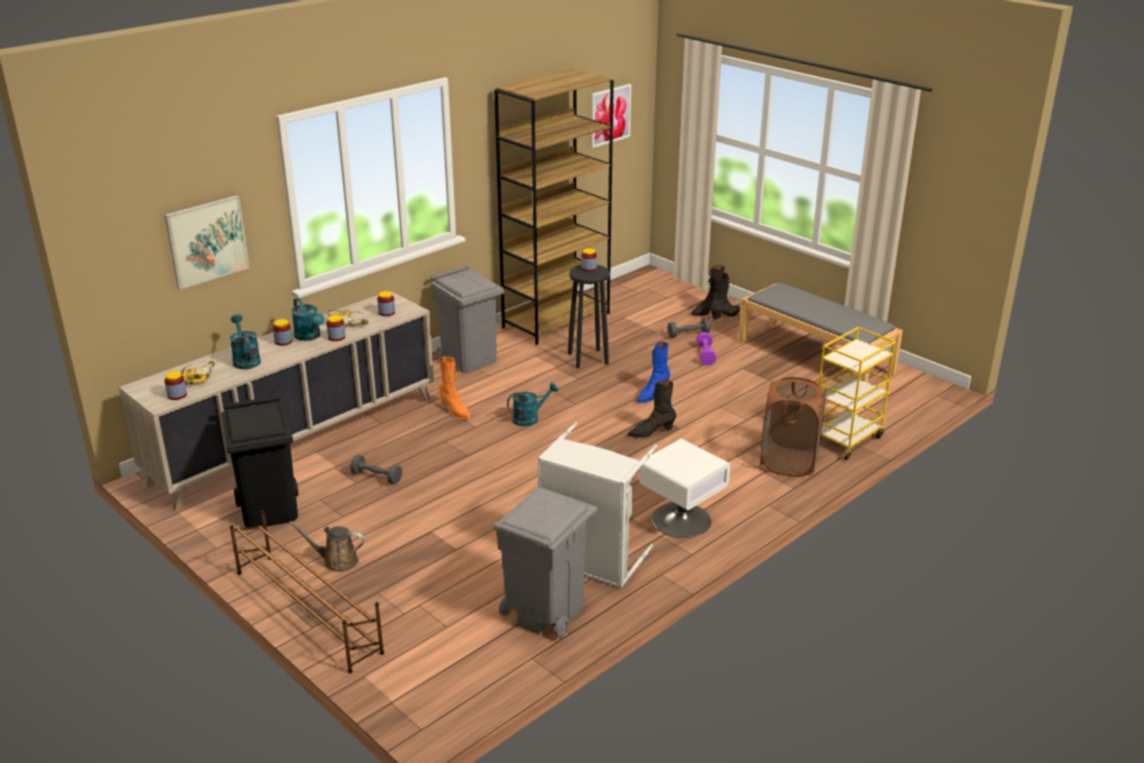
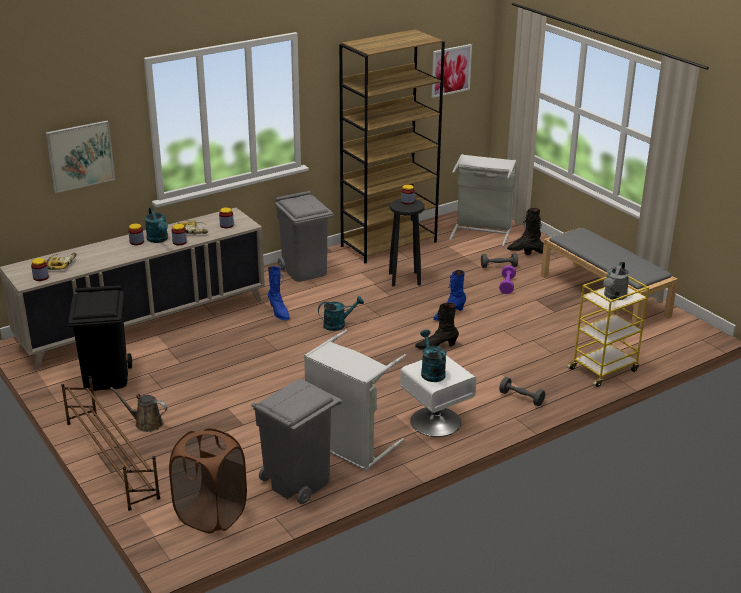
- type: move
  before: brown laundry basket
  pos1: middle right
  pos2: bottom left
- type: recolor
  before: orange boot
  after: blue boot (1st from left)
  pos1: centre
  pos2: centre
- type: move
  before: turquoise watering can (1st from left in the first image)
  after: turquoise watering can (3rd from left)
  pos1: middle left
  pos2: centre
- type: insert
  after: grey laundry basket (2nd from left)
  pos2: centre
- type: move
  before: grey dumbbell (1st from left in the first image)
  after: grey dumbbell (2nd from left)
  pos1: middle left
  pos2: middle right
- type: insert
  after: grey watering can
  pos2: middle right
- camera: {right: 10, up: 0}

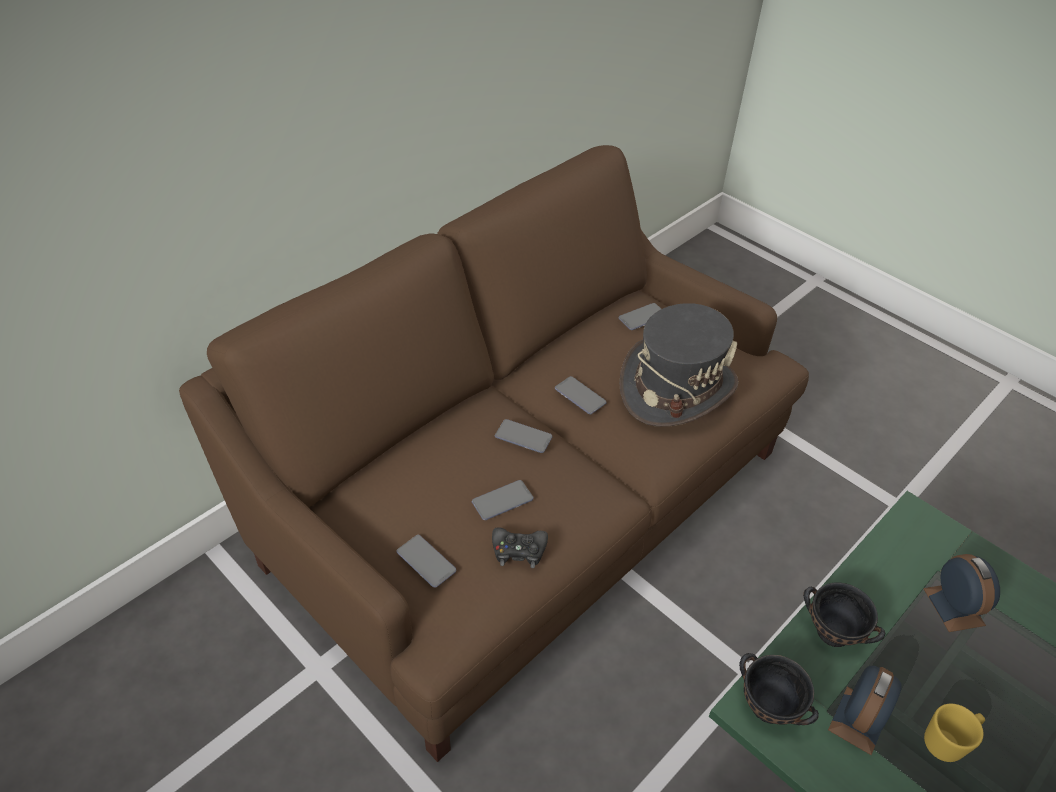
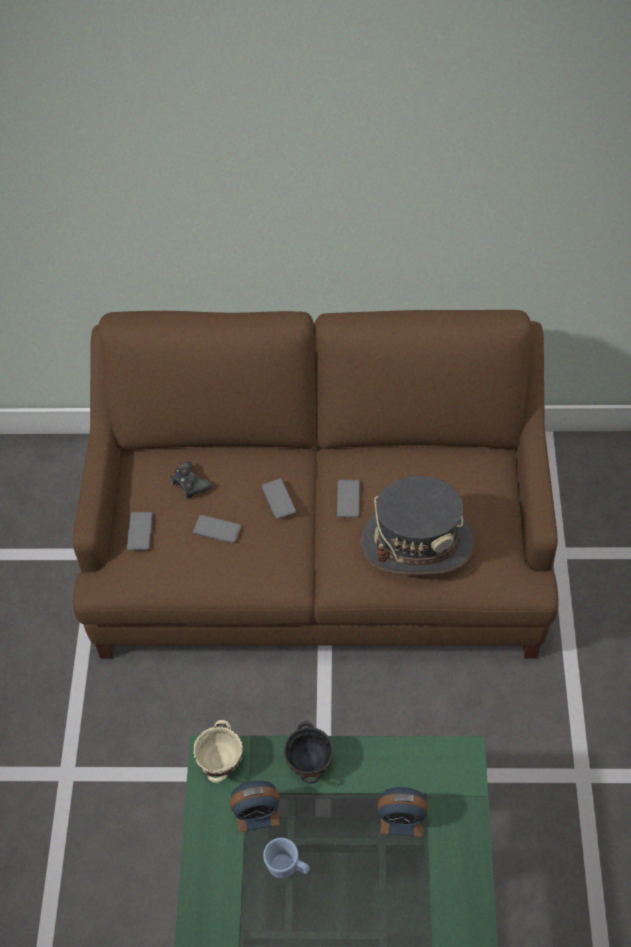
- type: move
  before: black game controller
  pos1: bottom centre
  pos2: middle left
- type: recolor
  before: black bowl (1st from left)
  after: beige bowl
  pos1: bottom right
  pos2: bottom centre
- type: recolor
  before: yellow mug
  after: blue mug
  pos1: bottom right
  pos2: bottom centre
- type: rotate
  before: alarm clock (2nd from left)
  pos1: bottom right
  pos2: bottom centre
  turn: 60
- type: delete
  before: phone (5th from left)
  pos1: centre
- camera: {right: 50, up: 10}

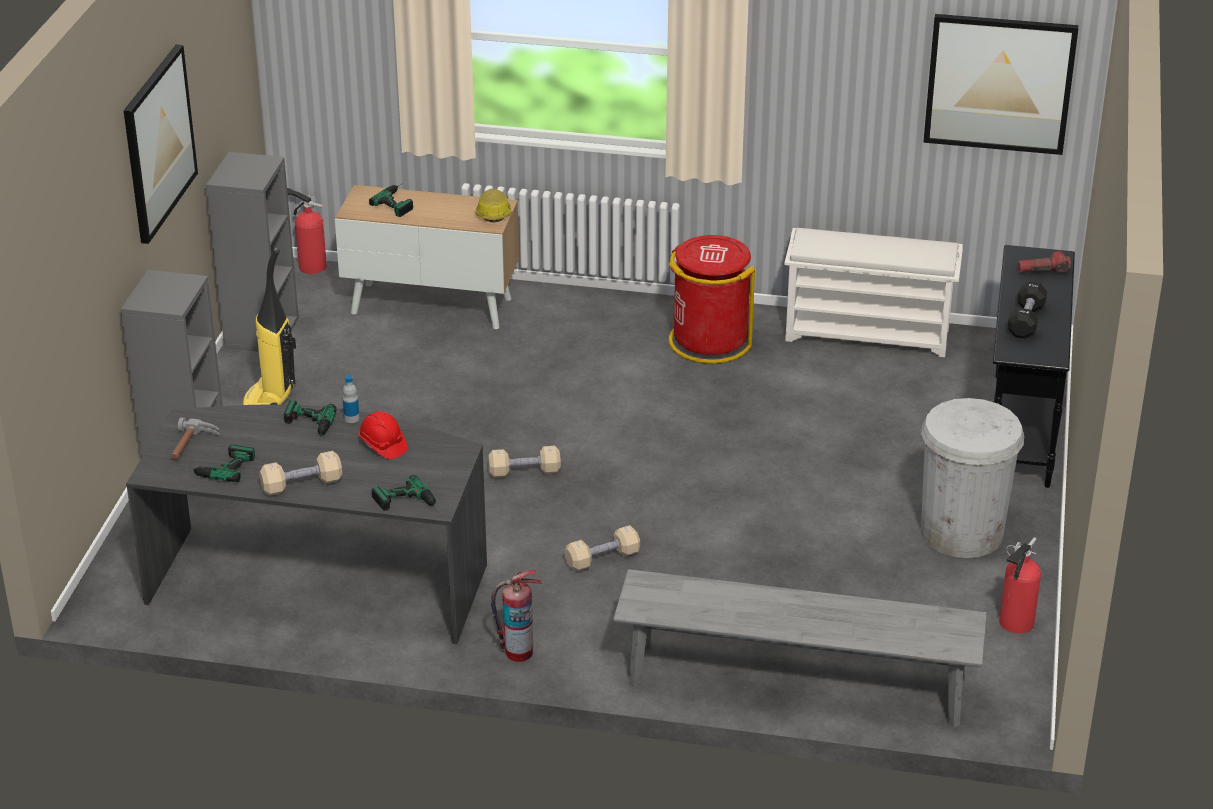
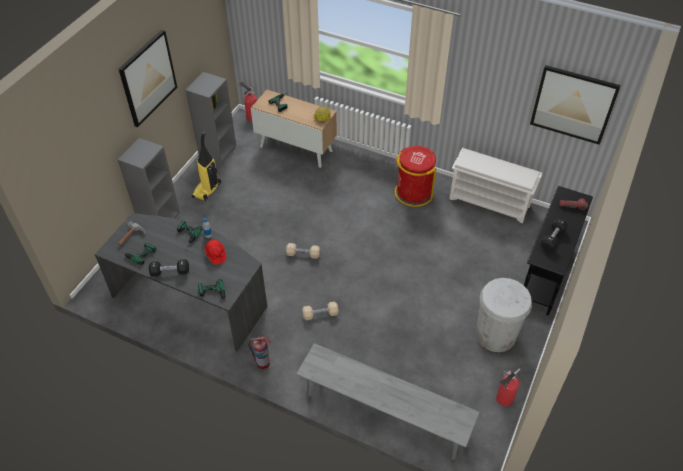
- type: recolor
  before: beige dumbbell (1st from left)
  after: black dumbbell (1st from left)
  pos1: middle left
  pos2: middle left
- camera: {right: 15, up: 15}

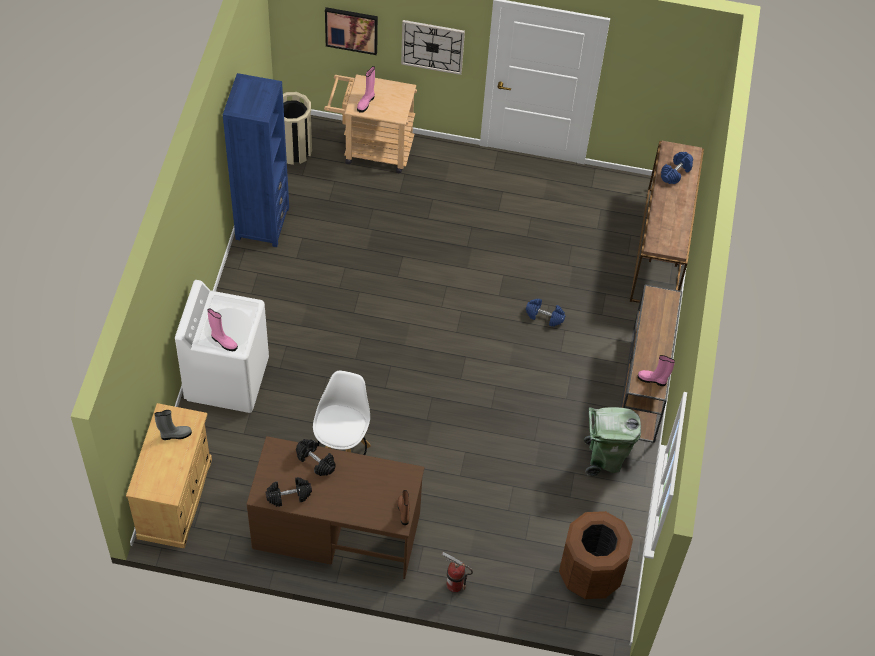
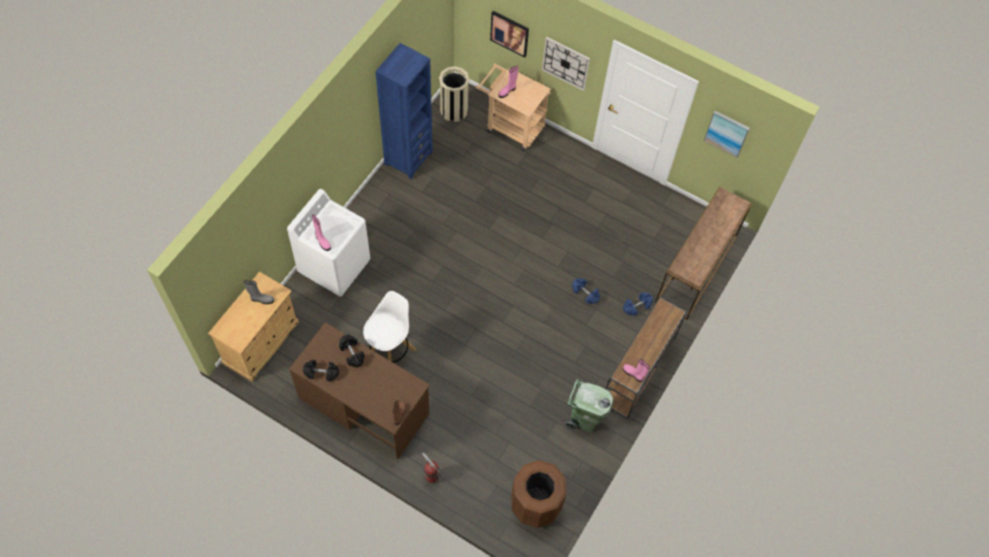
- type: move
  before: blue dumbbell (2nd from left)
  pos1: top right
  pos2: centre
- type: insert
  after: picture (2nd from left)
  pos2: top right
- camera: {right: 20, up: 5}

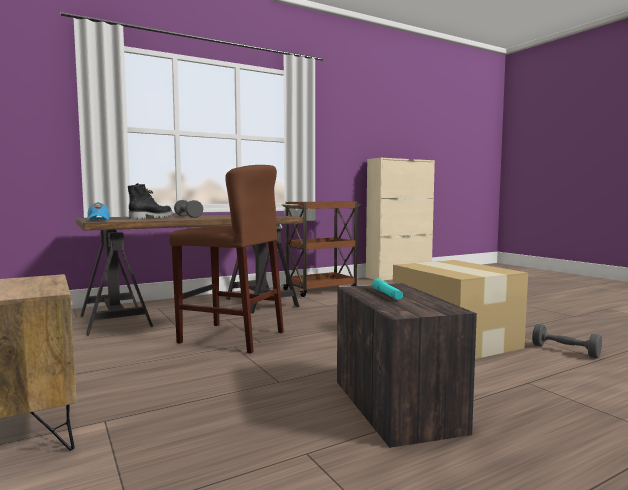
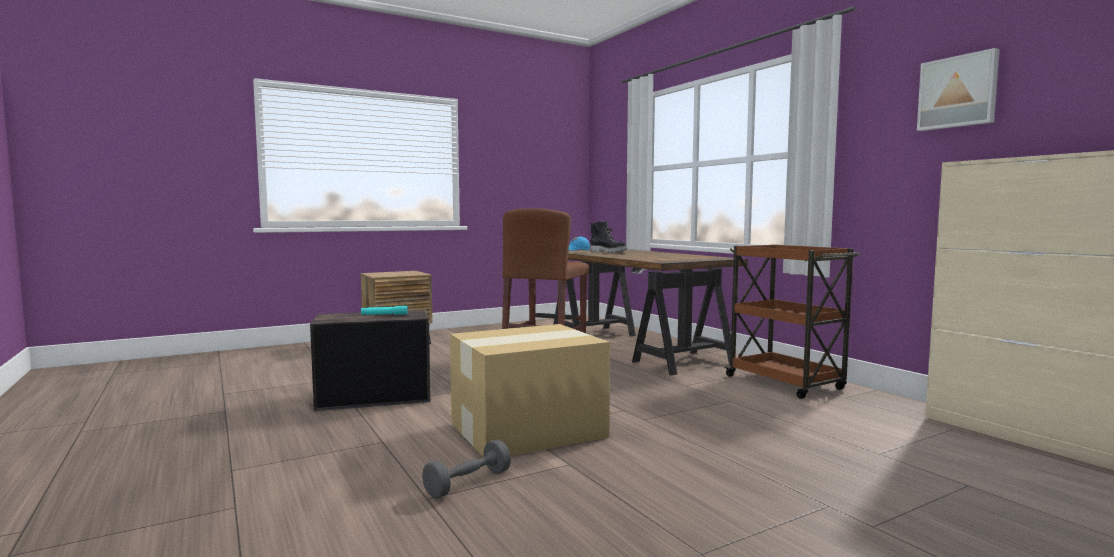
- type: insert
  after: picture
  pos2: top right
- type: delete
  before: grey dumbbell (1st from left)
  pos1: middle left
- camera: {right: 90, up: 0}

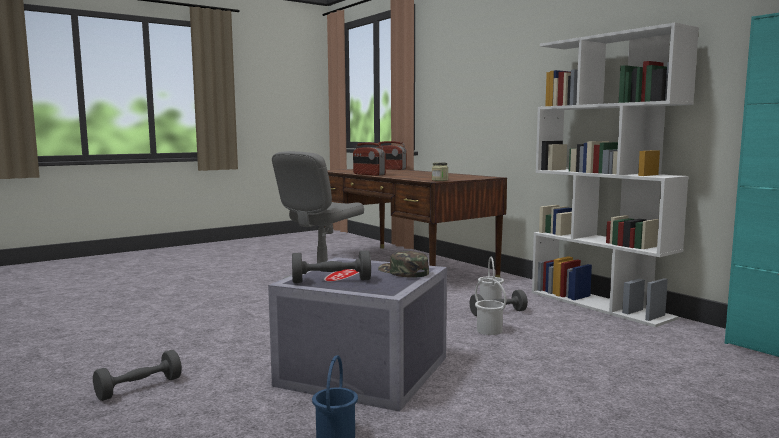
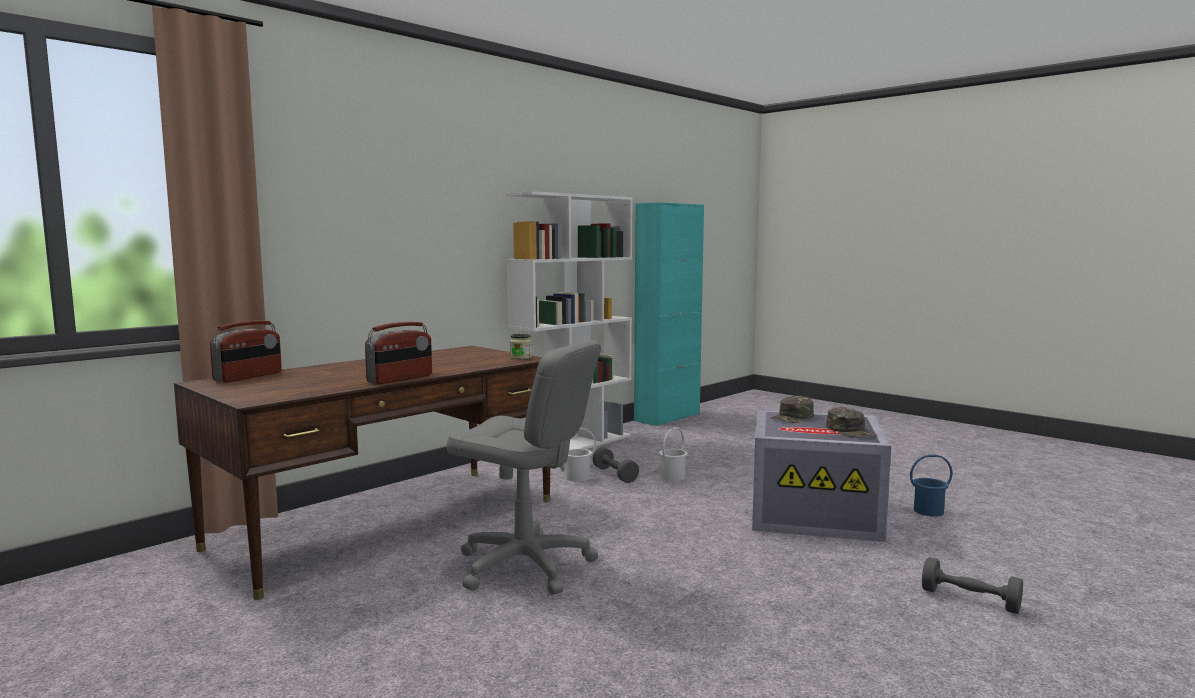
- type: replace
  before: grey dumbbell (2nd from left)
  after: green cap (2nd from left)
  pos1: centre
  pos2: middle right
- camera: {right: -100, up: 0}

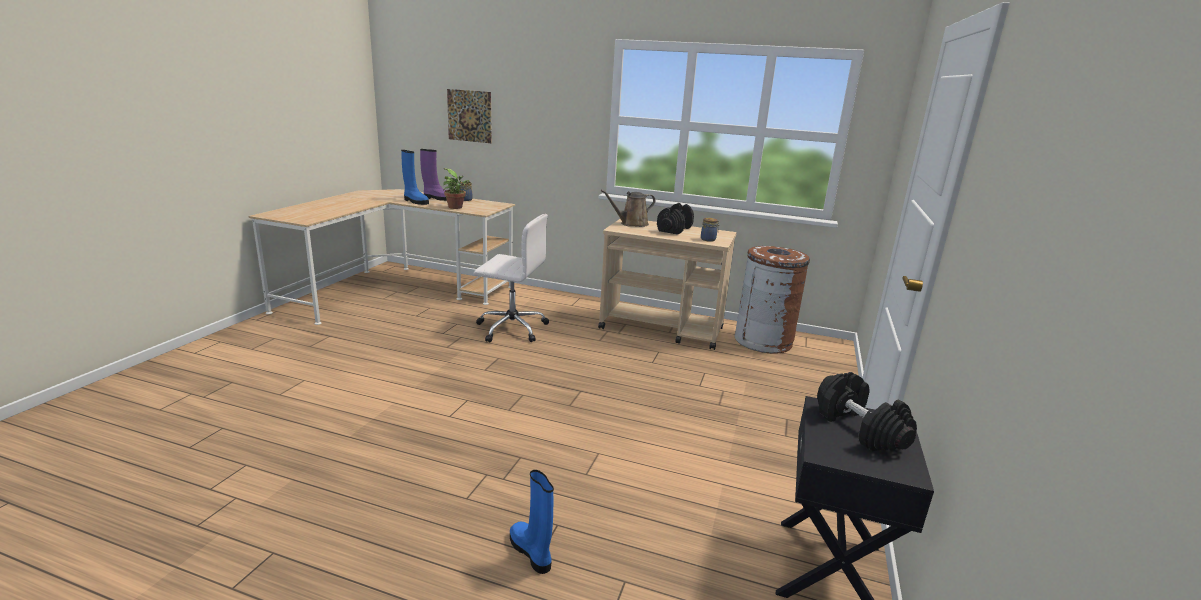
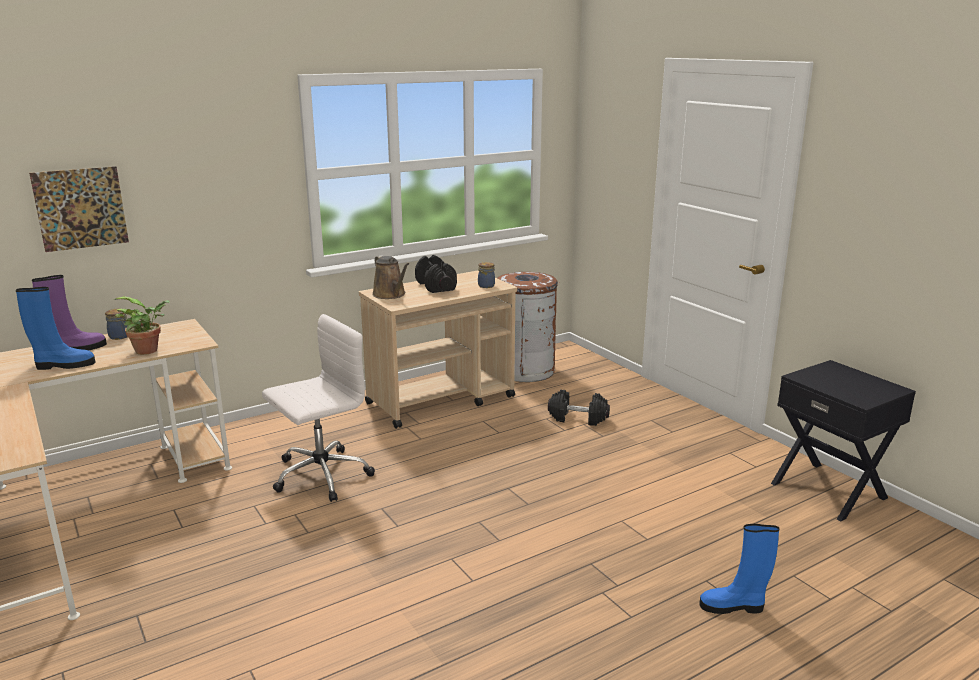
- type: rotate
  before: brown watering can
  pos1: centre
  pos2: centre
  turn: -45
- type: move
  before: black dumbbell (2nd from left)
  pos1: bottom right
  pos2: centre
- camera: {right: -50, up: 0}

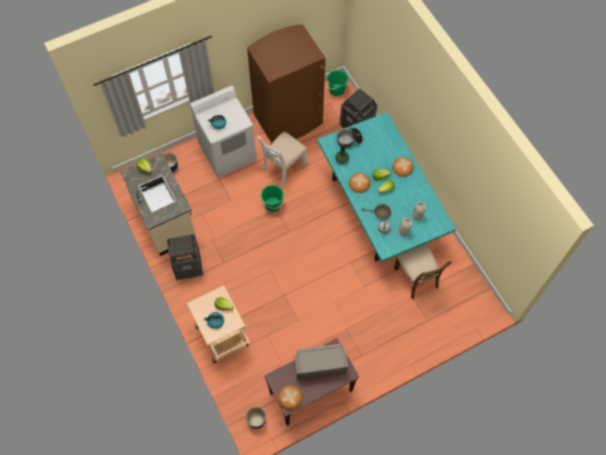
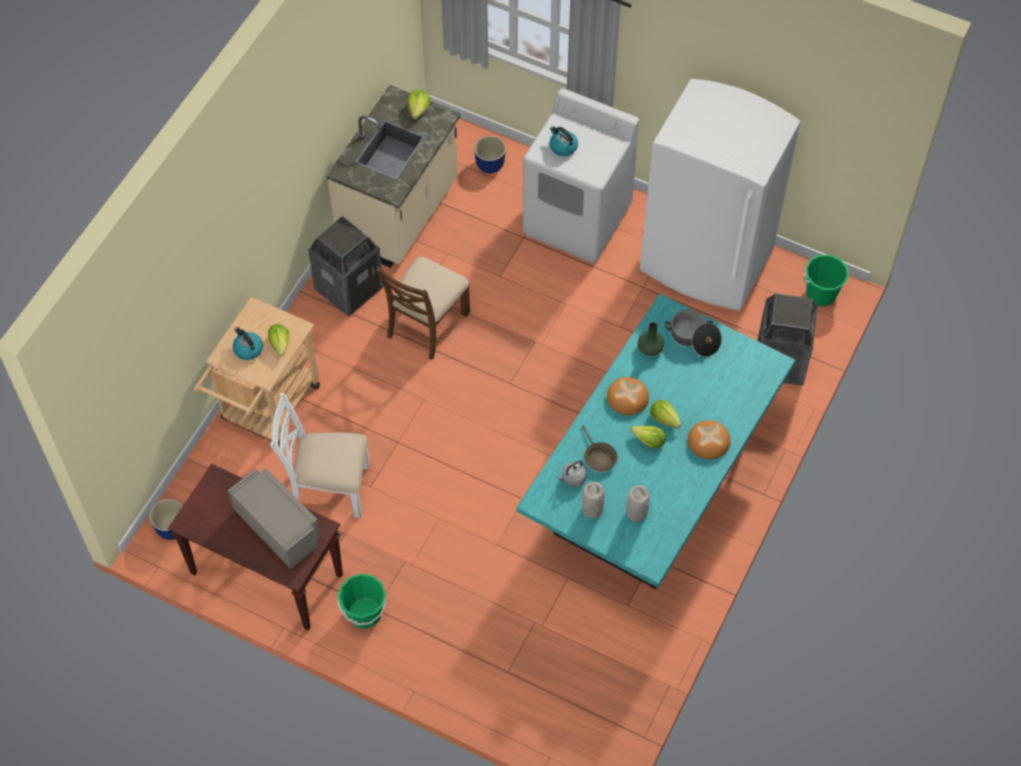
- type: move
  before: white chair
  pos1: centre
  pos2: middle left
- type: move
  before: green bucket (1st from left)
  pos1: centre
  pos2: bottom centre
- type: move
  before: brown chair
  pos1: middle right
  pos2: centre
- type: recolor
  before: brown fridge
  after: white fridge
  pos1: top centre
  pos2: top right
- type: delete
  before: bread (1st from left)
  pos1: bottom centre
- camera: {right: 55, up: -5}

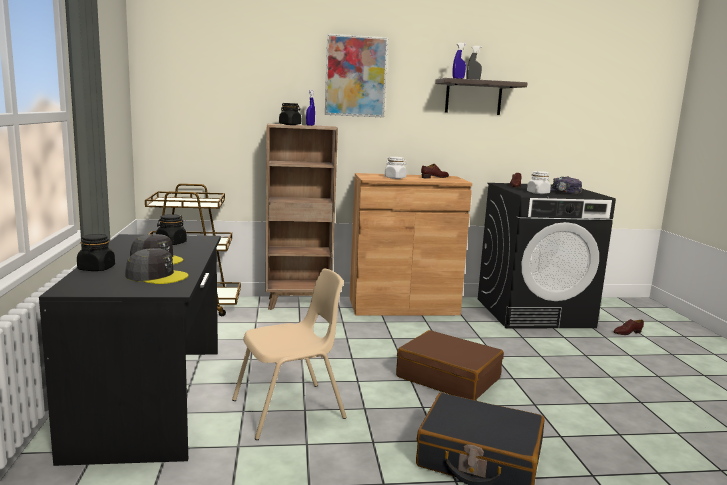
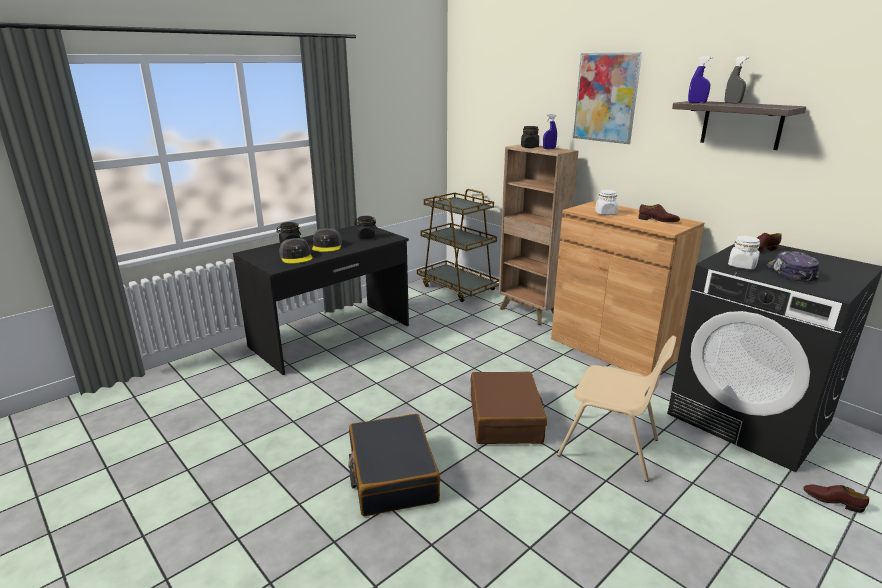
- type: move
  before: beige chair
  pos1: bottom centre
  pos2: bottom right
- camera: {right: 55, up: 10}

